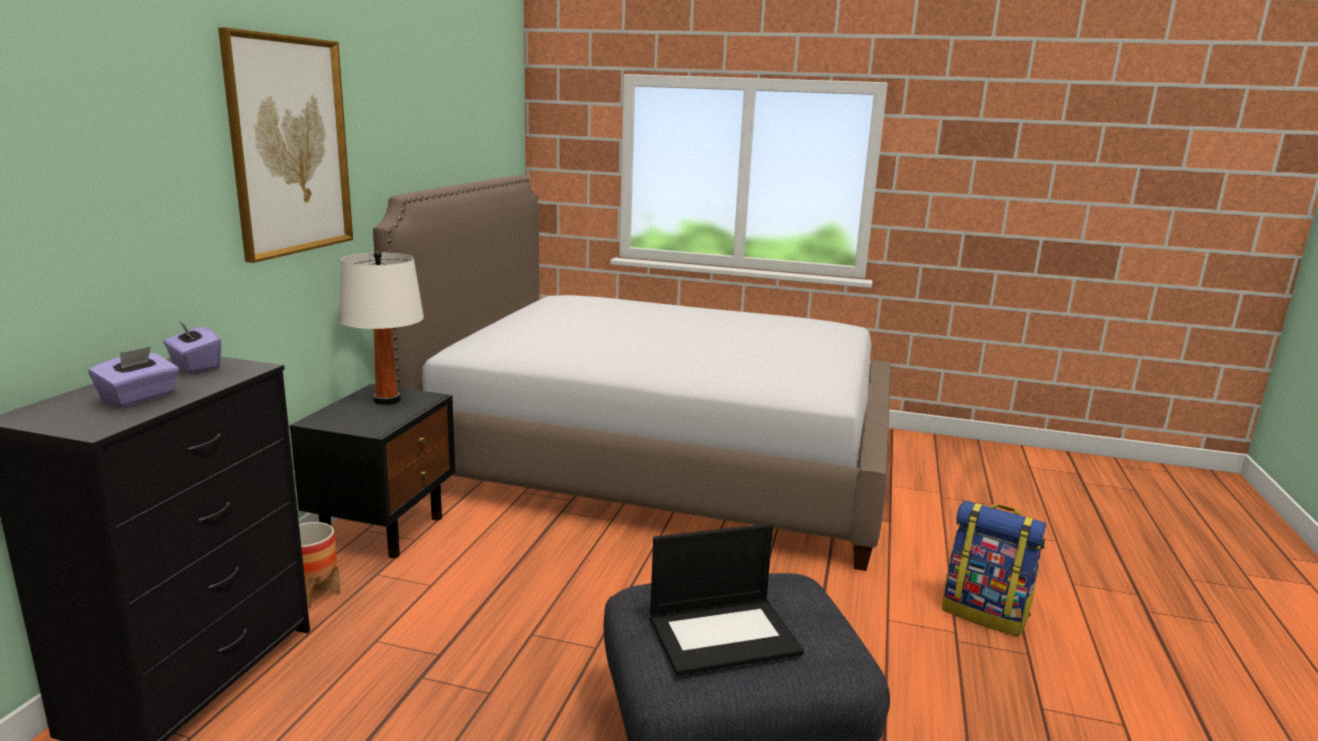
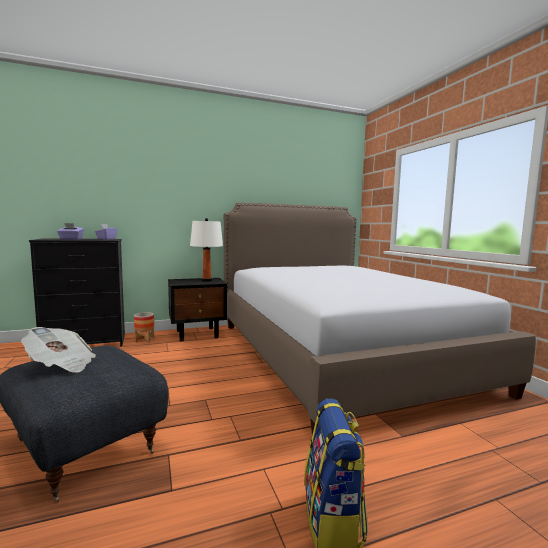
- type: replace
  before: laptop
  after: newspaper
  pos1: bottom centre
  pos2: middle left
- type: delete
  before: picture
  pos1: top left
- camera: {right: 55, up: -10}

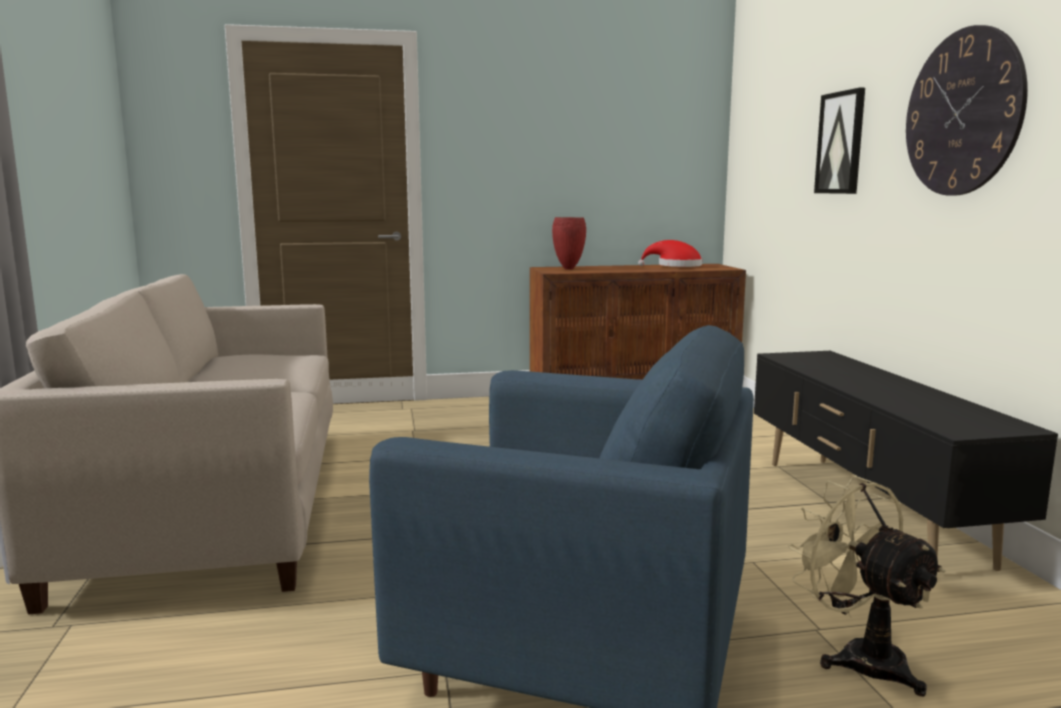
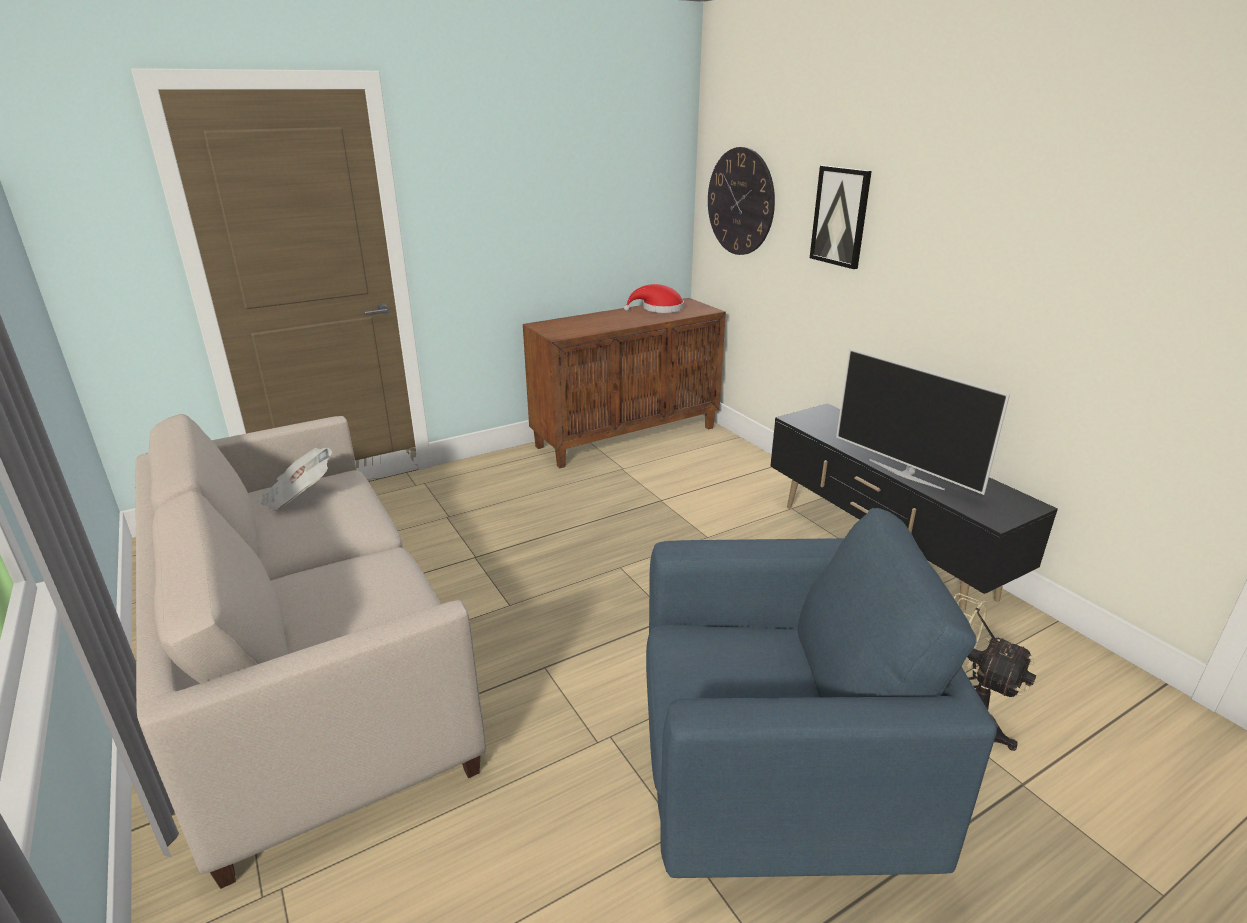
- type: insert
  after: newspaper
  pos2: middle left
- type: move
  before: wall clock
  pos1: top right
  pos2: top centre
- type: insert
  after: television
  pos2: middle right
- type: delete
  before: red vase
  pos1: centre
- camera: {right: -20, up: 15}

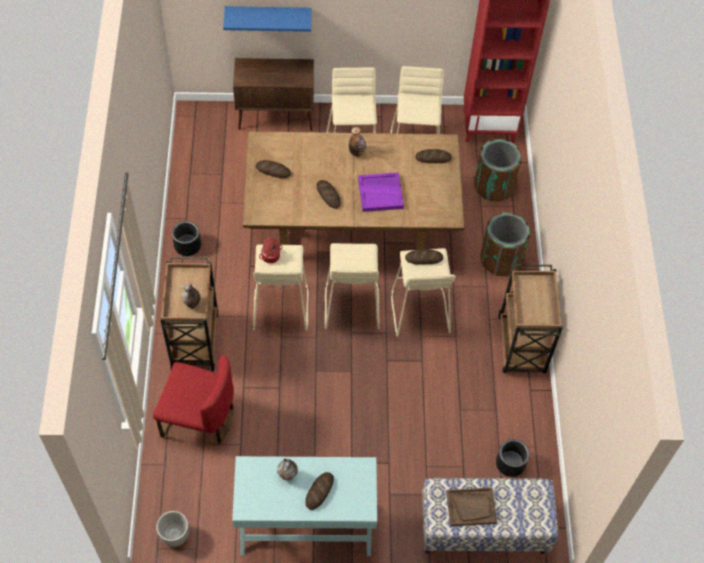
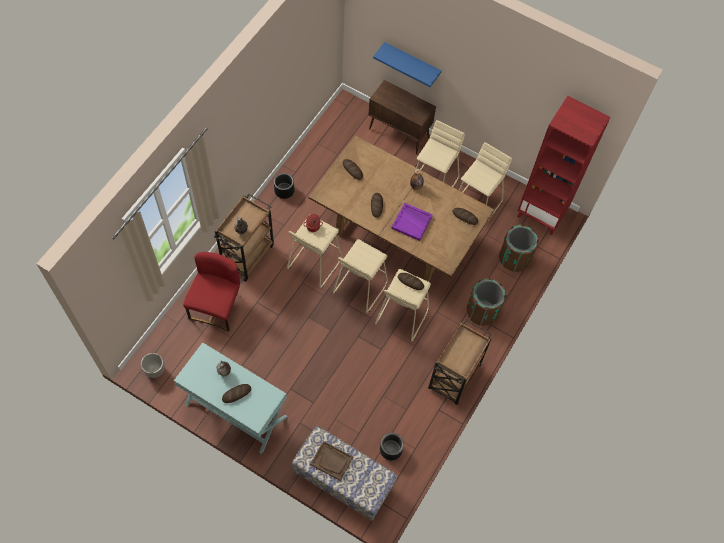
- type: rotate
  before: red chair
  pos1: bottom left
  pos2: middle left
  turn: -120
- camera: {right: 30, up: 5}

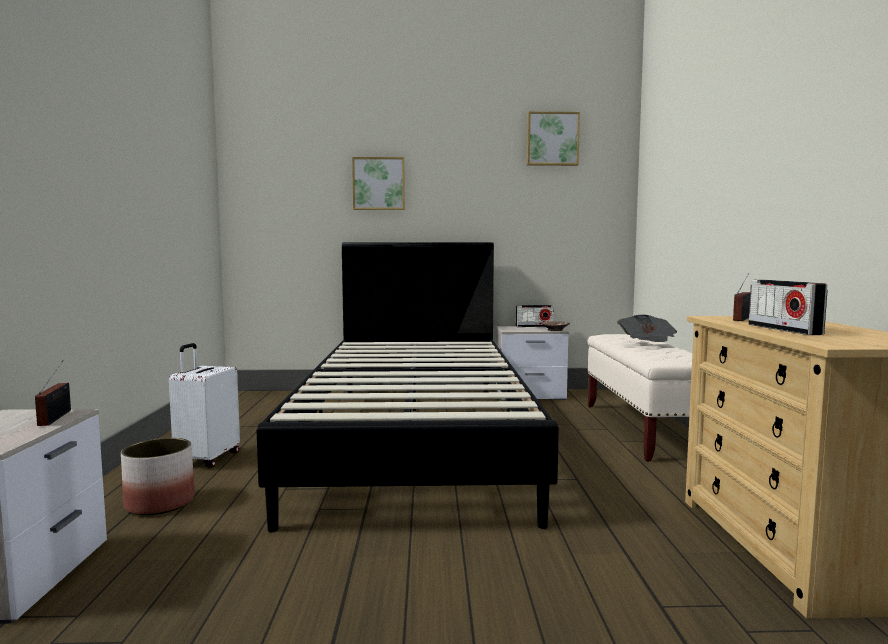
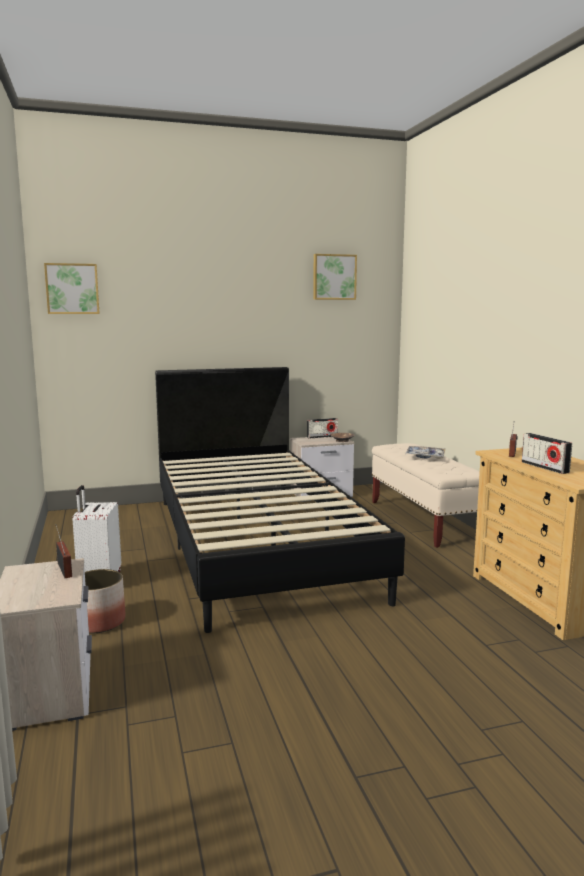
- type: move
  before: picture (1st from left)
  pos1: top centre
  pos2: top left
- type: replace
  before: newspaper
  after: tray
  pos1: middle right
  pos2: middle right
- camera: {right: -15, up: 5}

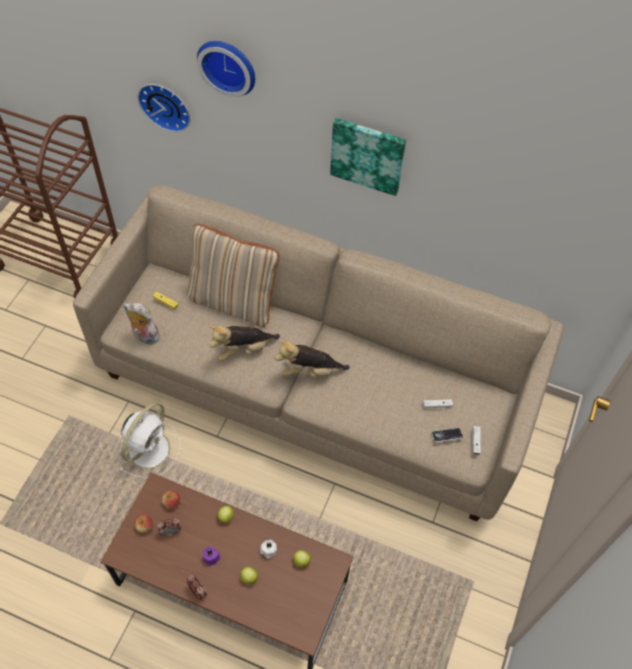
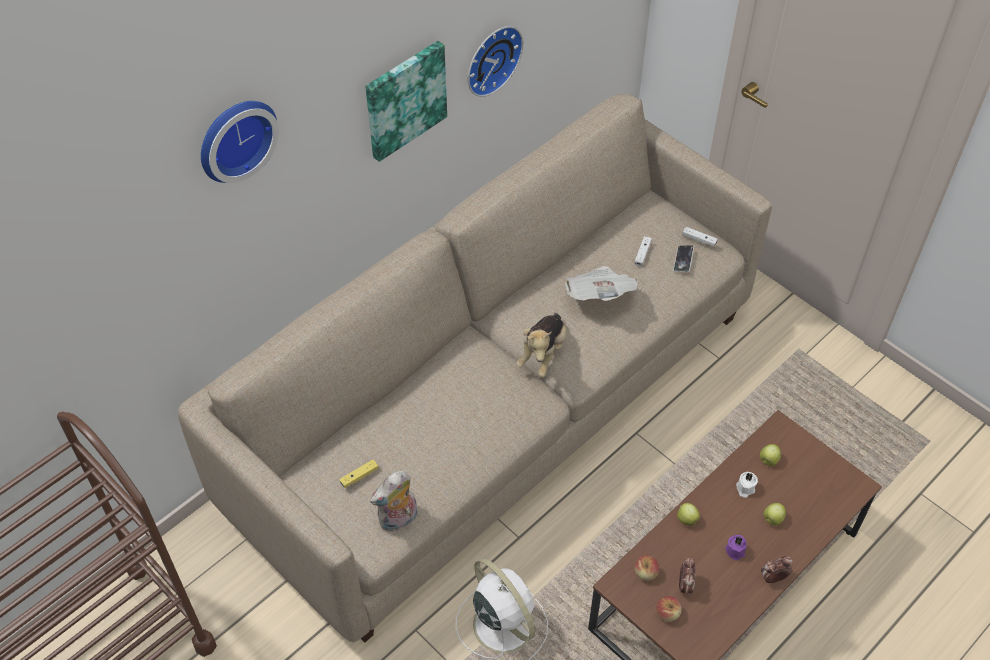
- type: move
  before: wall clock (1st from left in the first image)
  after: wall clock (2nd from left)
  pos1: top left
  pos2: top centre
- type: insert
  after: newspaper
  pos2: centre
- type: delete
  before: beige pillow
  pos1: centre
- type: delete
  before: plush toy (2nd from left)
  pos1: centre
- camera: {right: -65, up: -5}

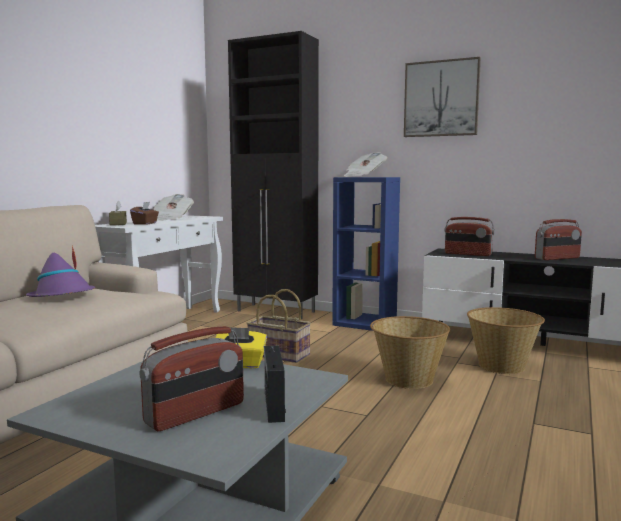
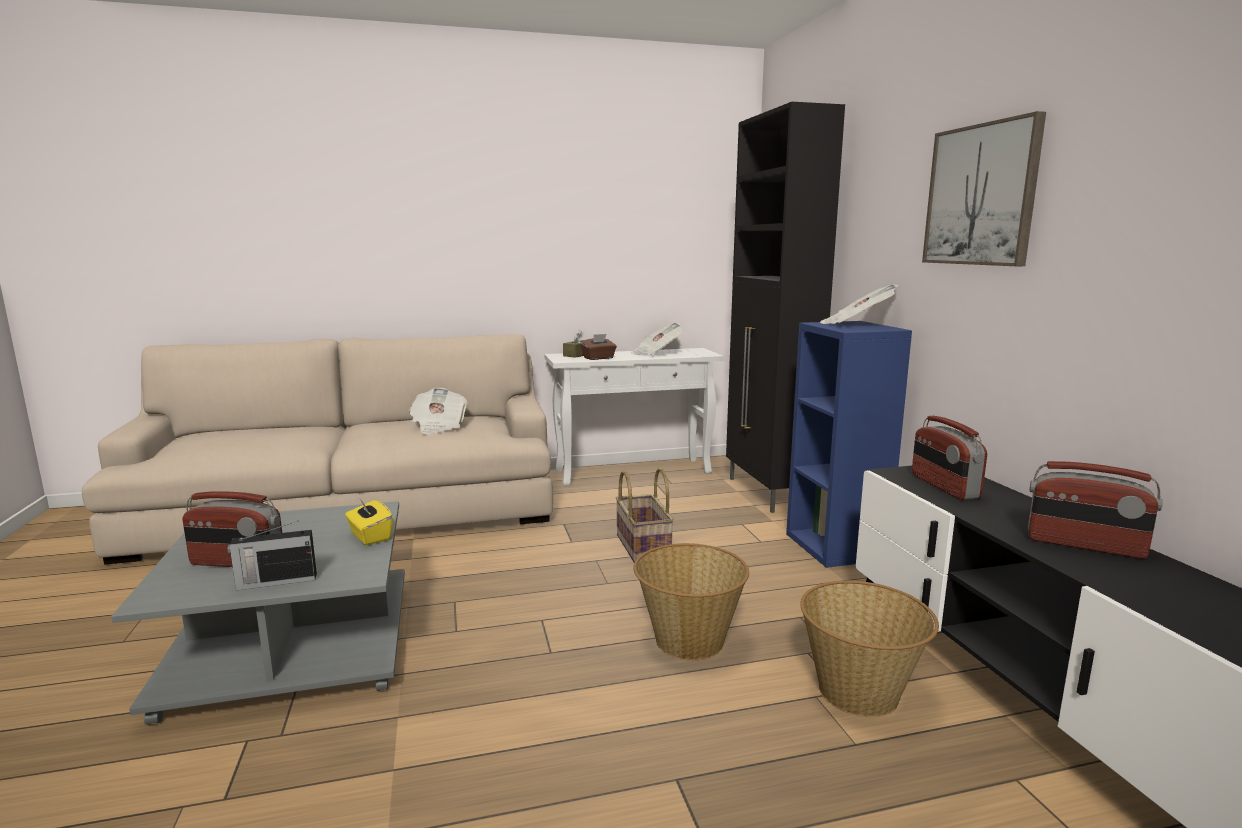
- type: rotate
  before: radio (2nd from left)
  pos1: bottom centre
  pos2: bottom left
  turn: -150
- type: replace
  before: purple hat
  after: newspaper (1st from left)
  pos1: middle left
  pos2: centre
- camera: {right: 50, up: 5}

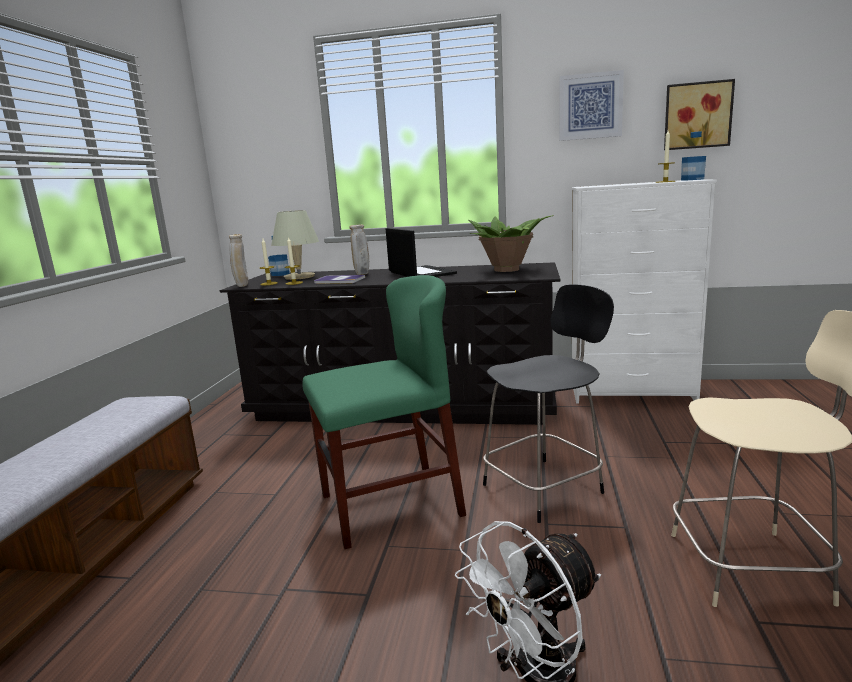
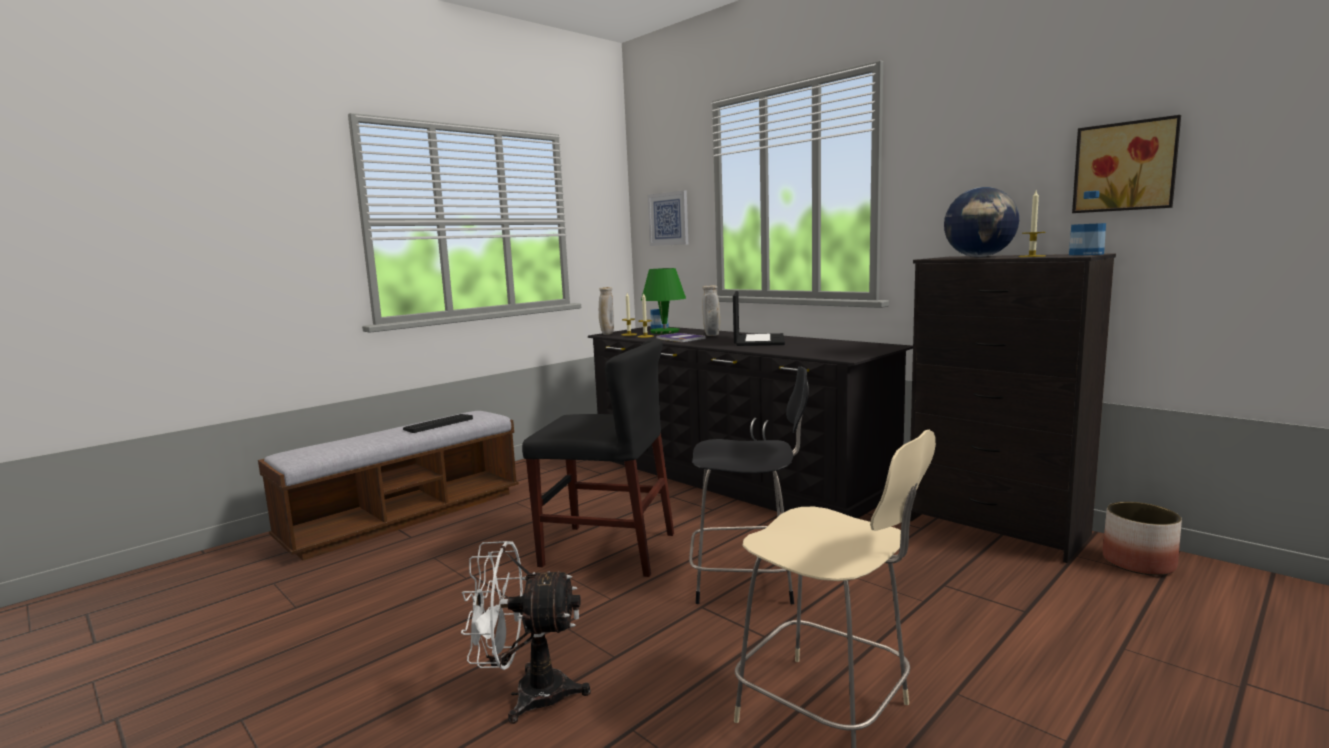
- type: insert
  after: keyboard
  pos2: middle left
- type: recolor
  before: green chair
  after: black chair (1st from left)
  pos1: centre
  pos2: centre
- type: recolor
  before: beige table lamp
  after: green table lamp
  pos1: centre
  pos2: centre
- type: move
  before: picture (1st from left)
  pos1: top right
  pos2: top centre
- type: recolor
  before: white dresser
  after: black dresser (2nd from left)
  pos1: middle right
  pos2: middle right
- type: insert
  after: globe
  pos2: top right
- type: insert
  after: planter
  pos2: bottom right
- type: delete
  before: potted plant
  pos1: centre
- camera: {right: 35, up: -5}

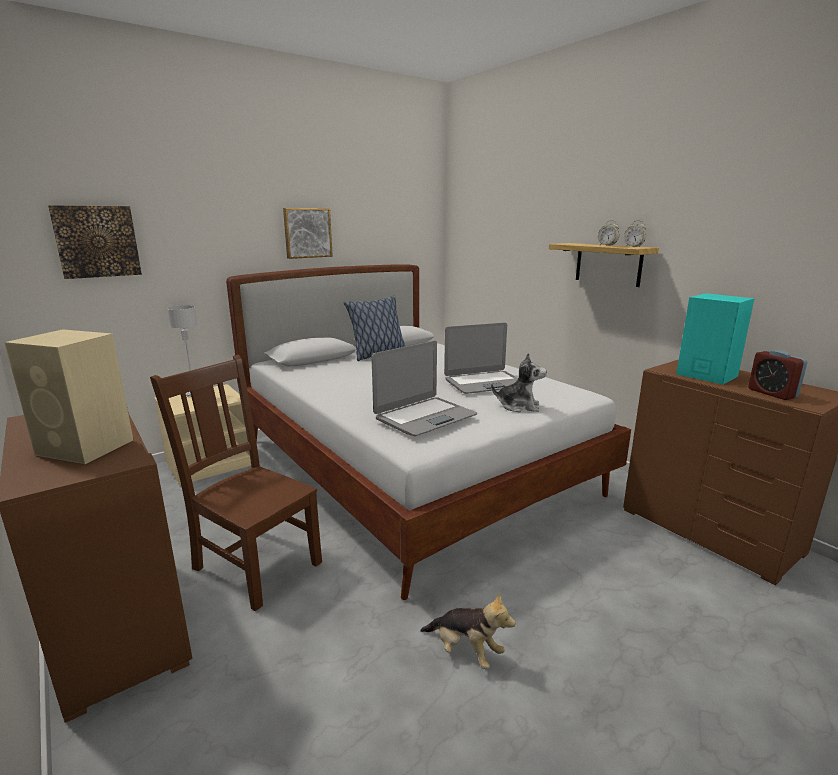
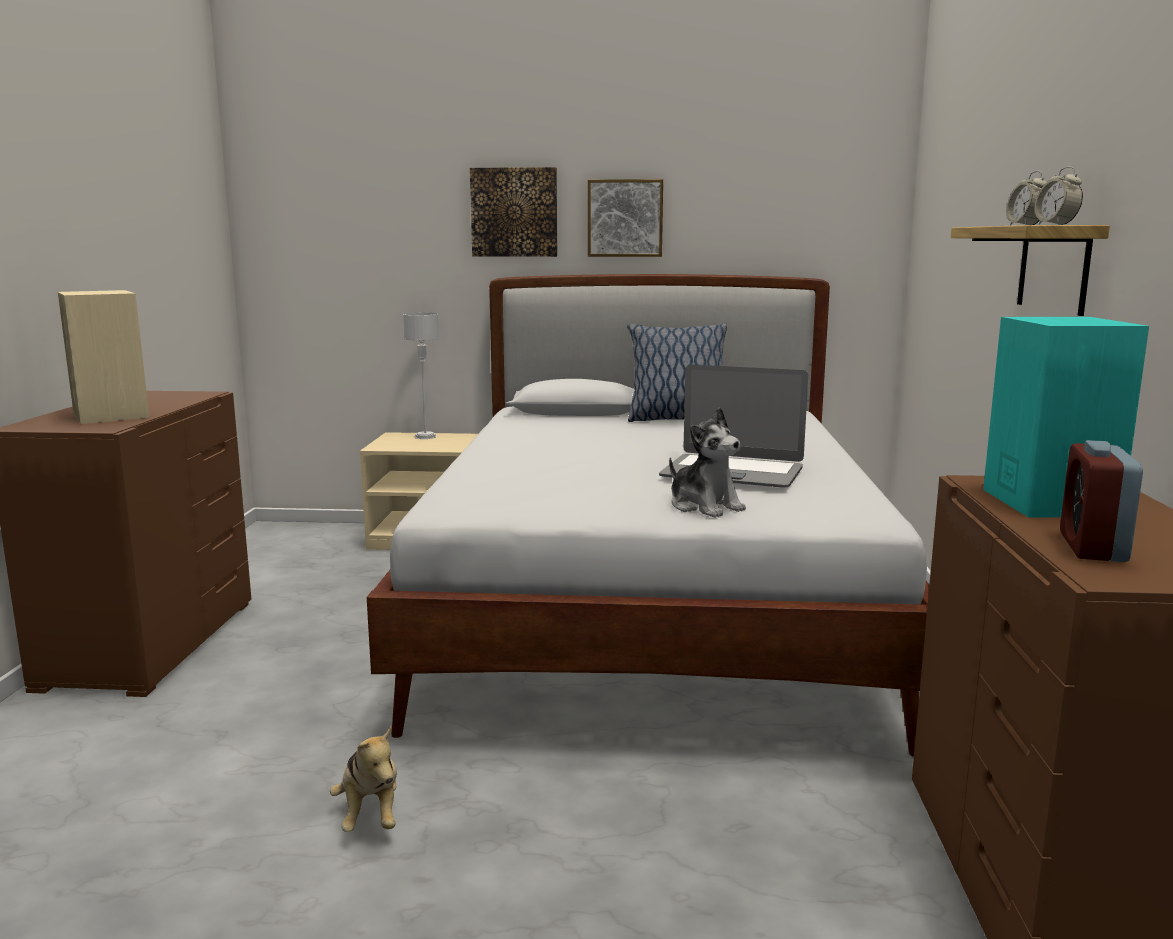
- type: move
  before: picture (1st from left)
  pos1: top left
  pos2: top centre
- type: delete
  before: brown chair
  pos1: middle left
- type: delete
  before: laptop (1st from left)
  pos1: centre
- camera: {right: 40, up: -5}

